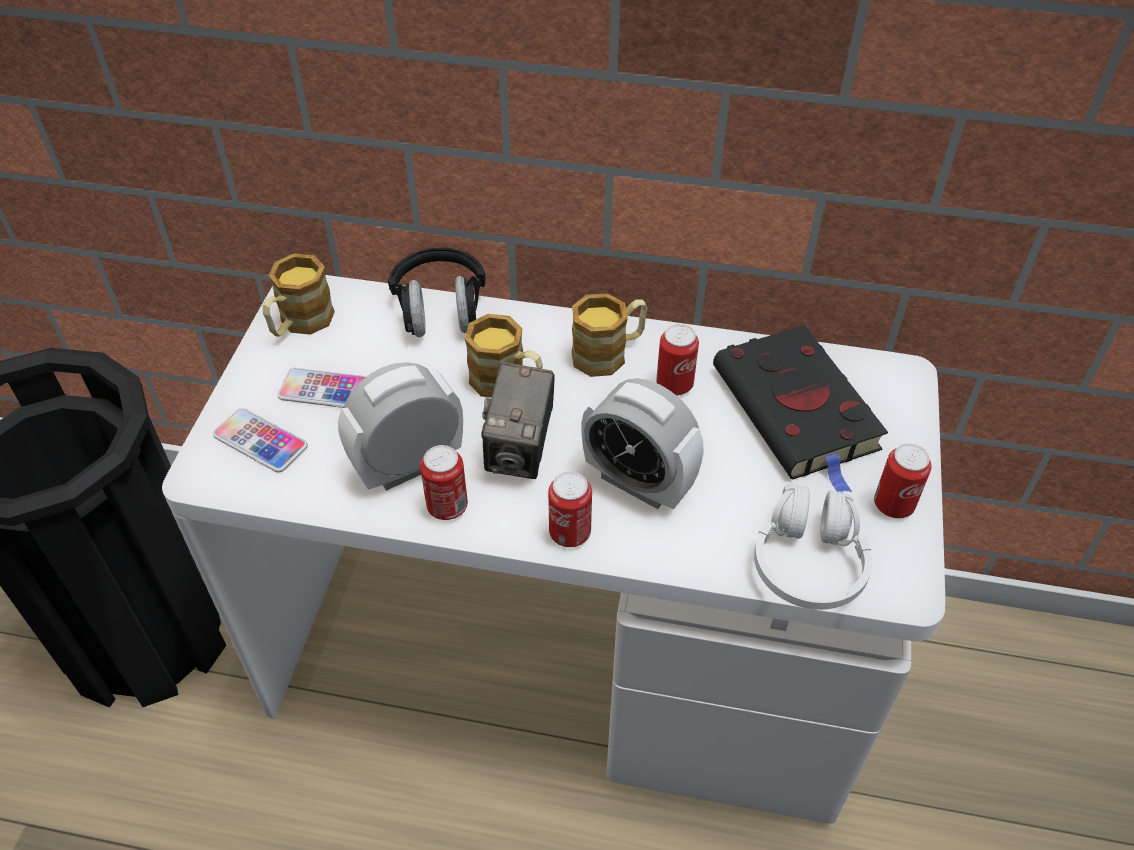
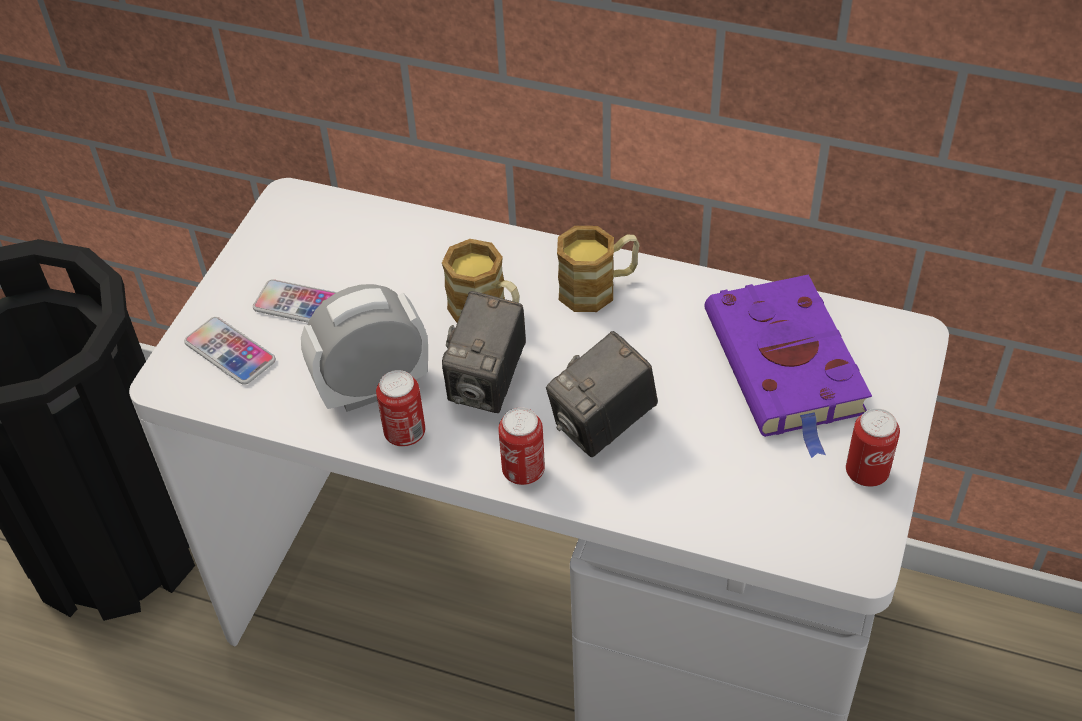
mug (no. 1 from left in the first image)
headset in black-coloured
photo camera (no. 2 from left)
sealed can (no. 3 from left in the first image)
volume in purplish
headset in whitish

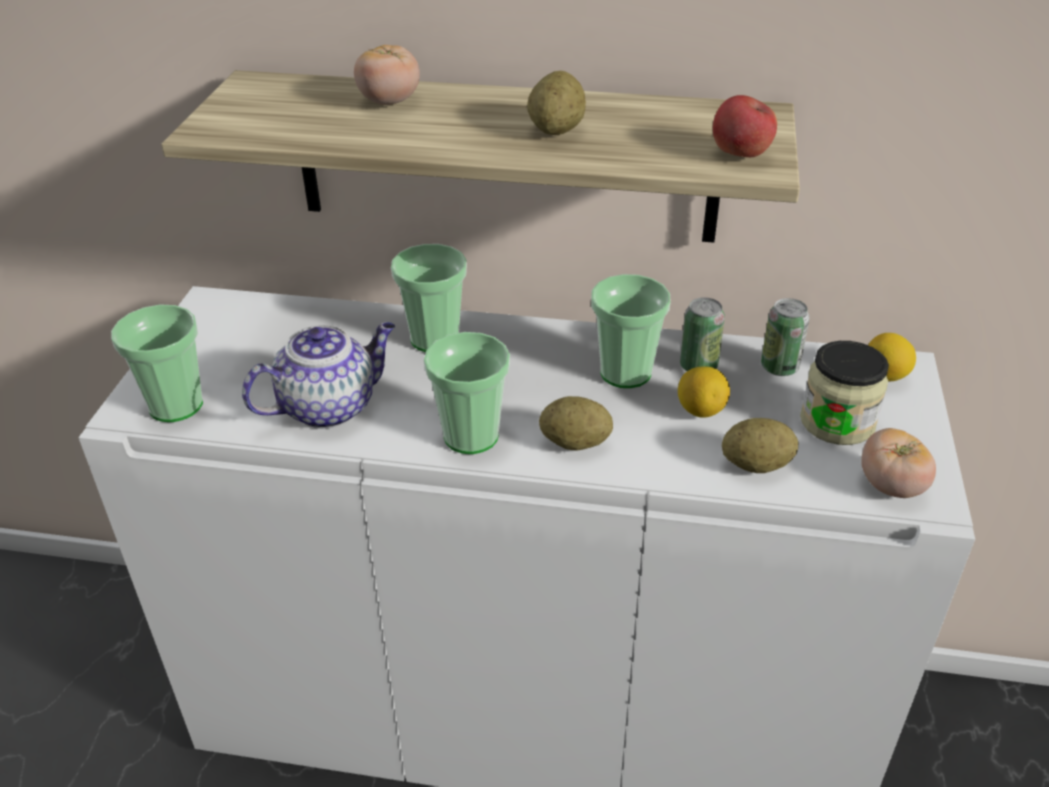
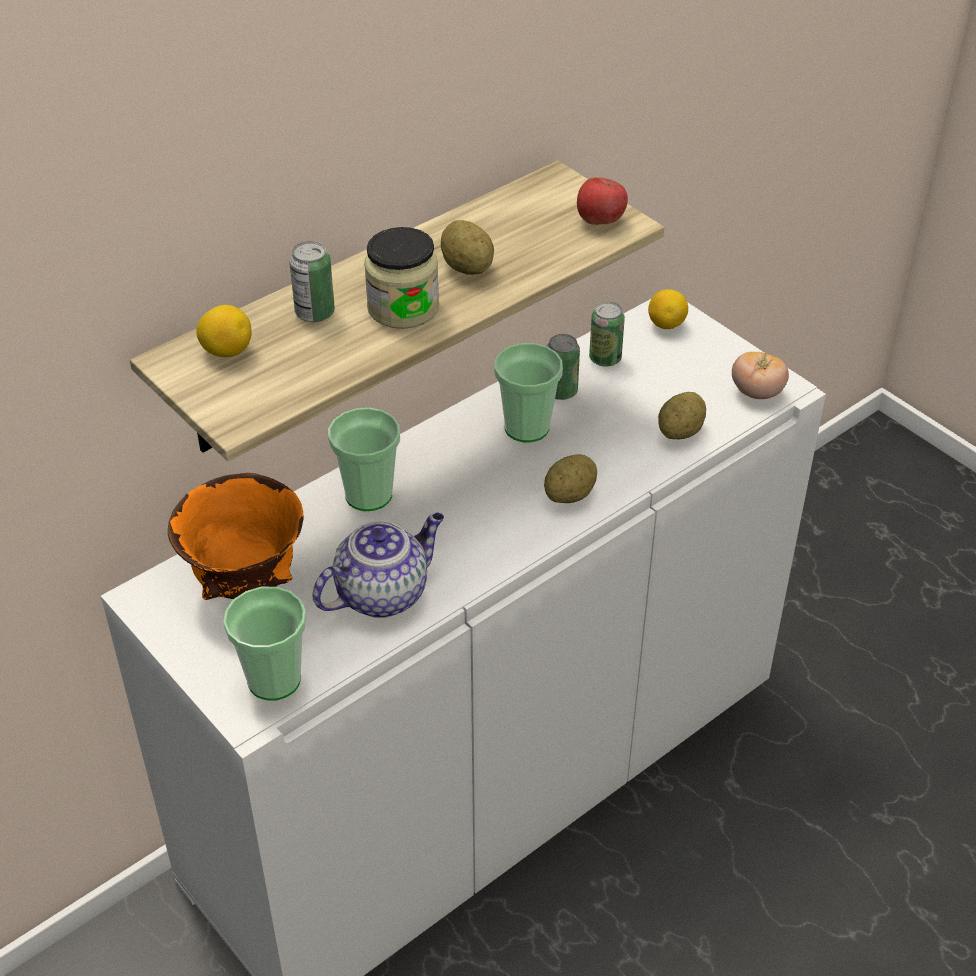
tea pot
sealed can (no. 1 from left)
cup (no. 3 from left in the first image)
lemon (no. 1 from left)
storage jar
deep dish in orangey

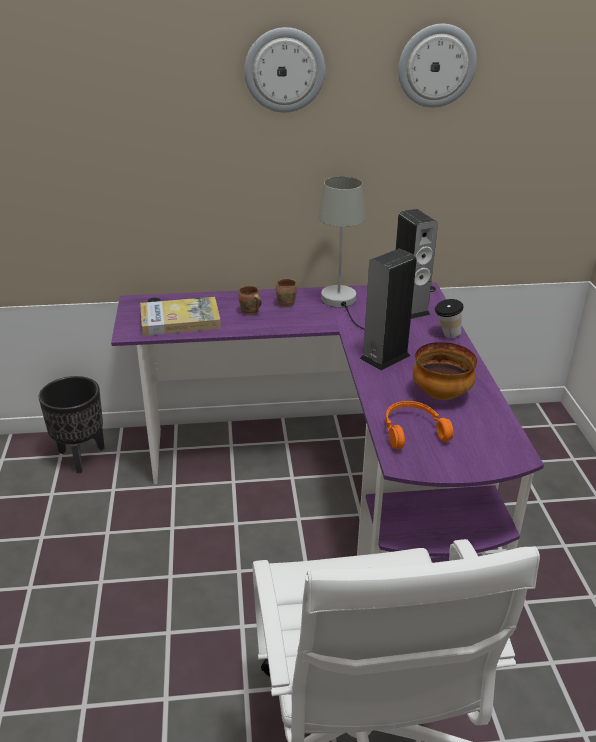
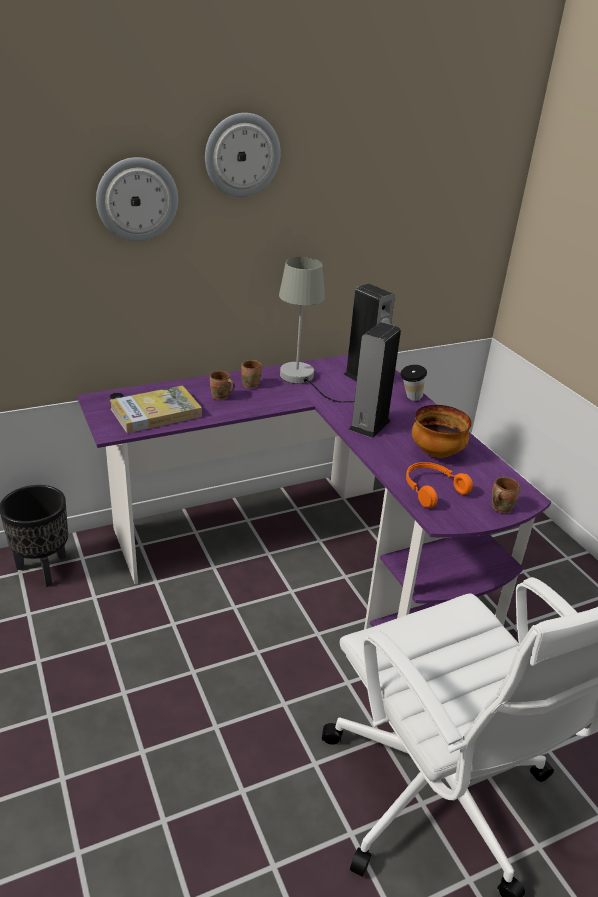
hanging clock (no. 1 from left)
mug in brownish (no. 3 from left)

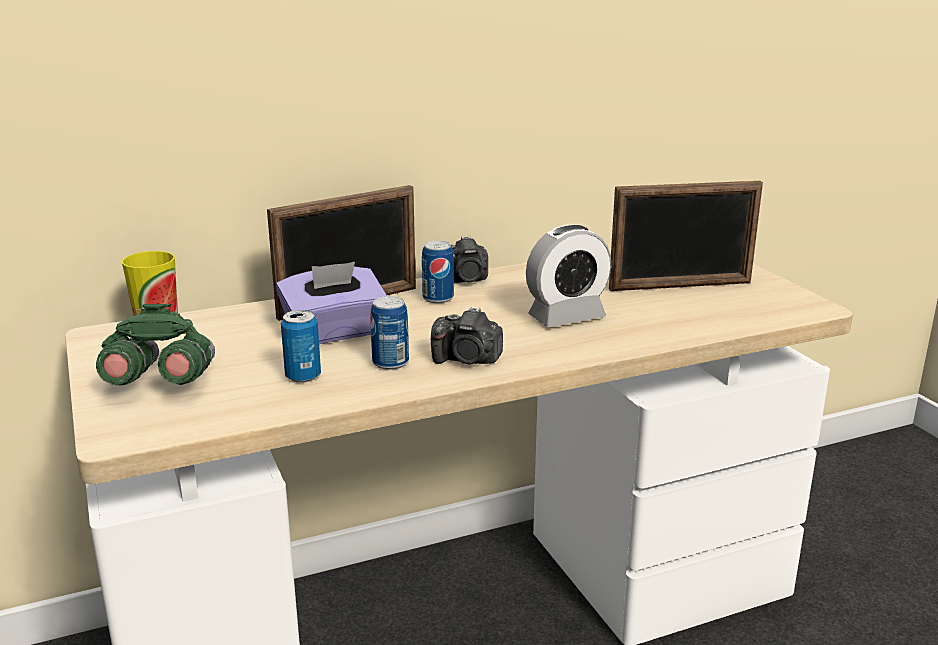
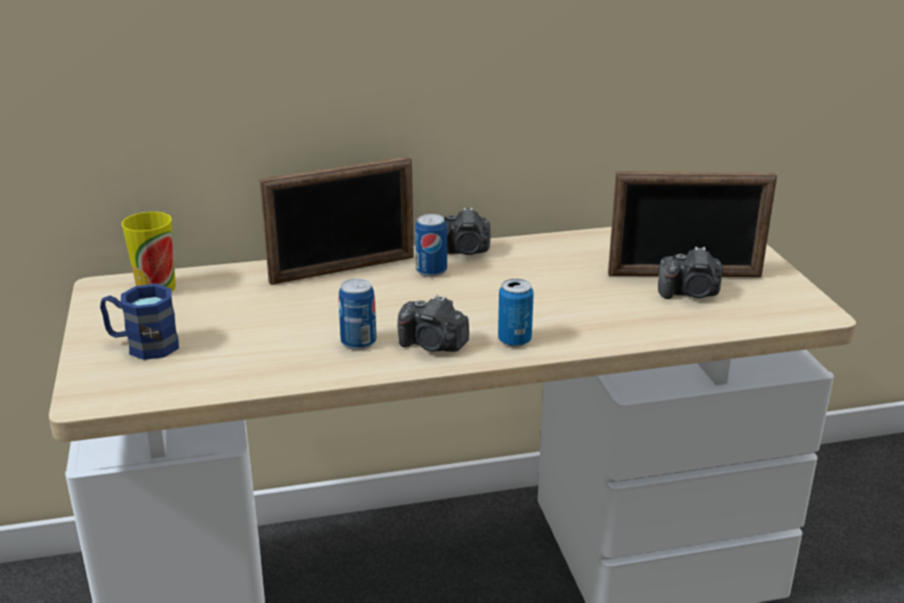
mug in blue
tissue holder in purplish
sealed can (no. 3 from left)
table clock
photo camera (no. 3 from left)

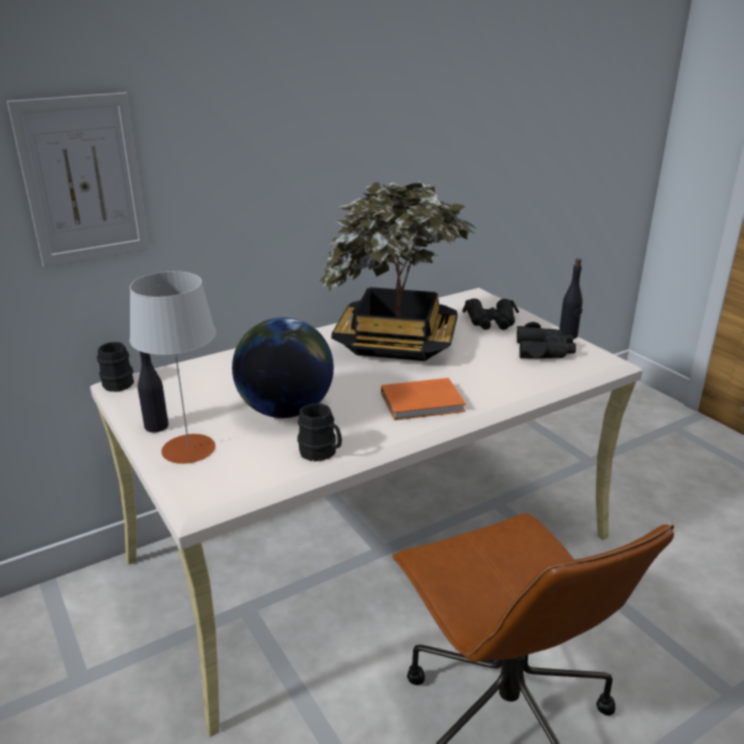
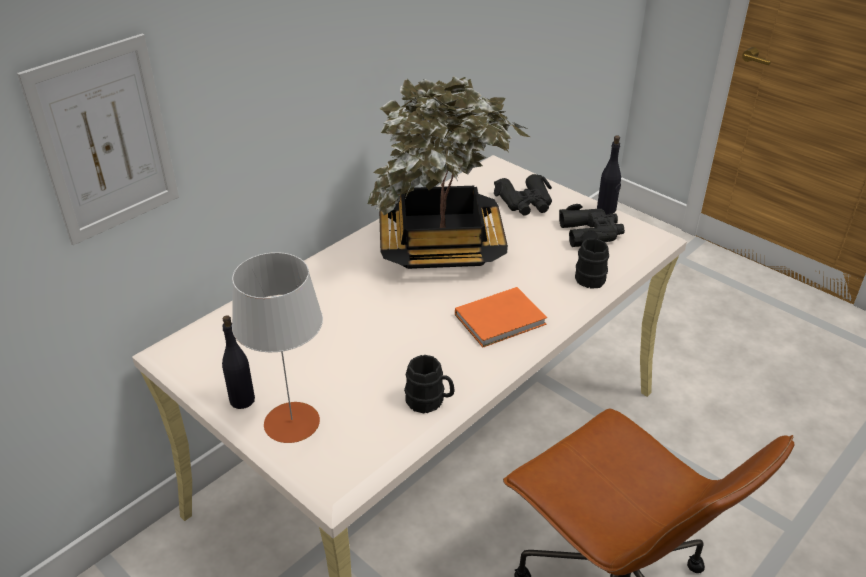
mug in black-coloured (no. 2 from left)
desk globe

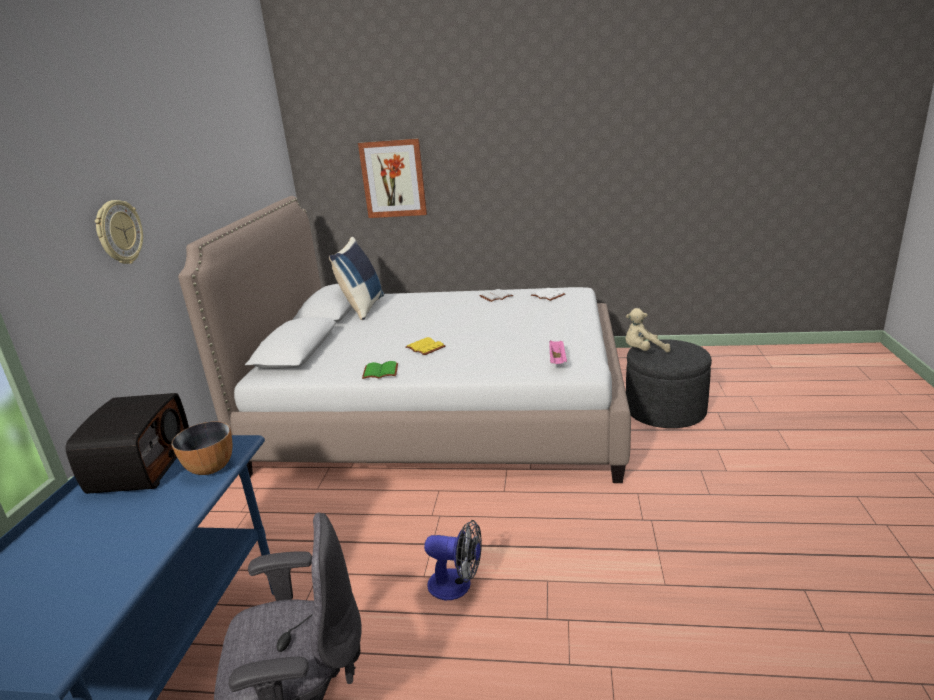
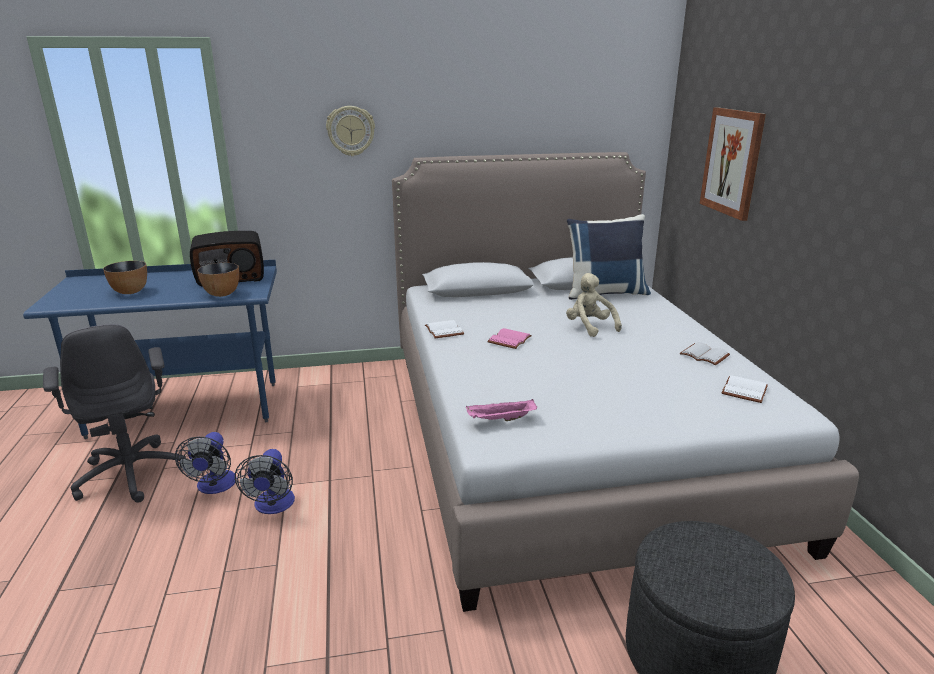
volume in whitish (no. 1 from left)
volume in pink
cuddly toy in beige-coloured
deep dish (no. 1 from left)
electric fan (no. 1 from left)

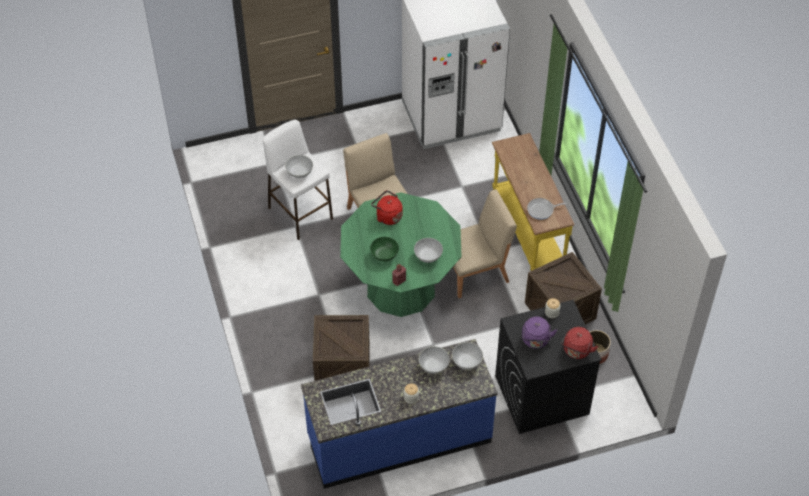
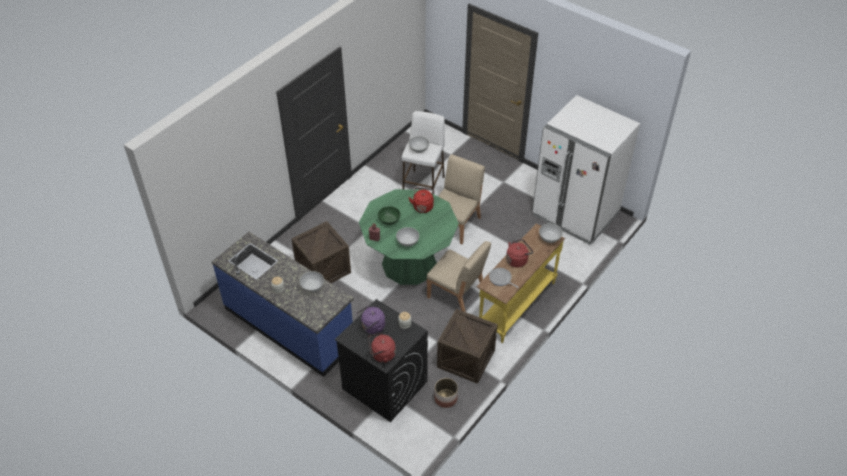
deep dish in whitish (no. 4 from left)
kettle in red (no. 3 from left)

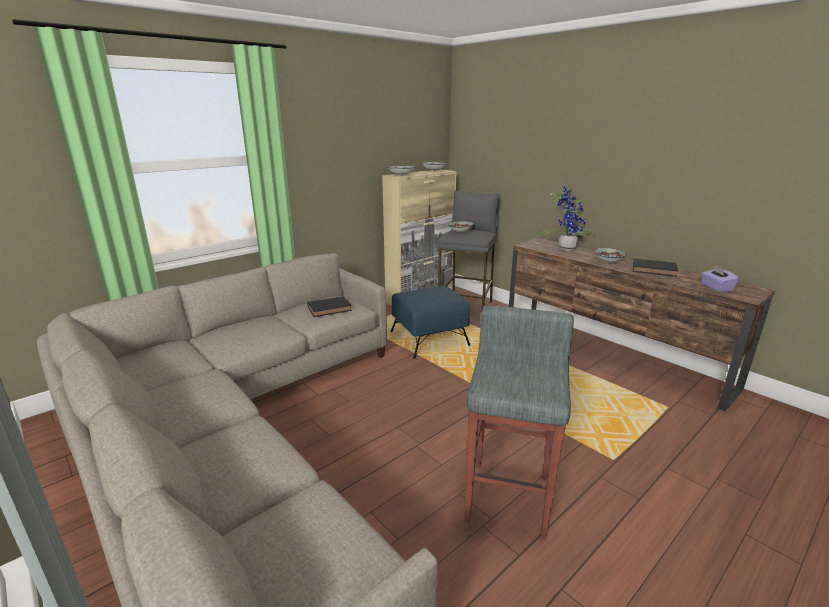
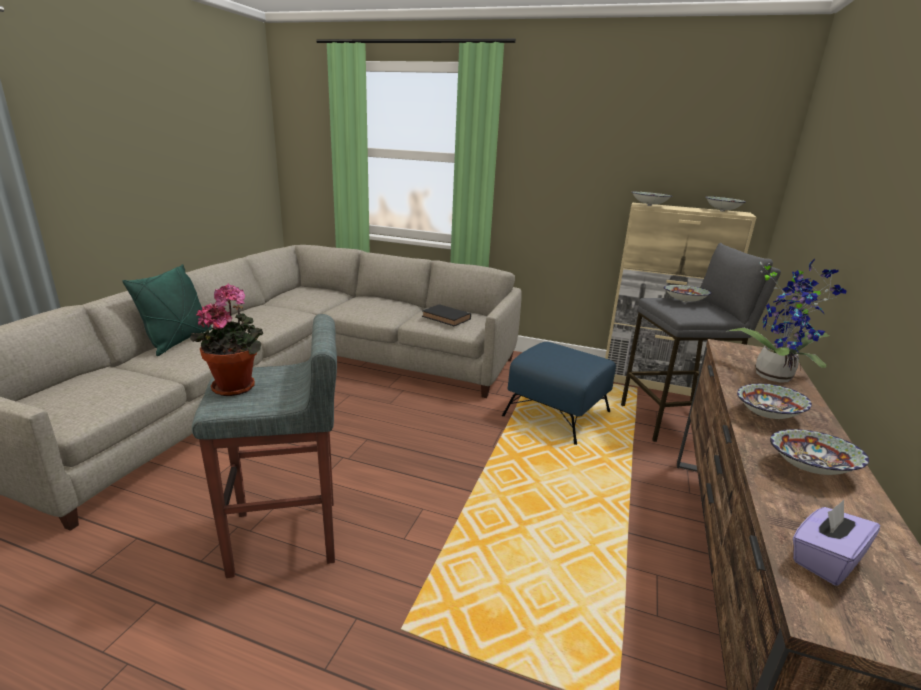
deep dish (no. 5 from left)
throw pillow in green-coloured
houseplant (no. 1 from left)

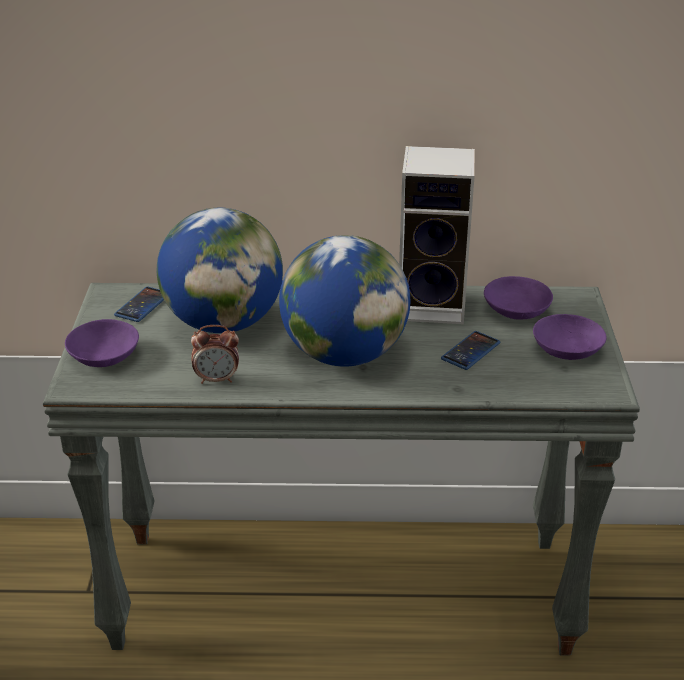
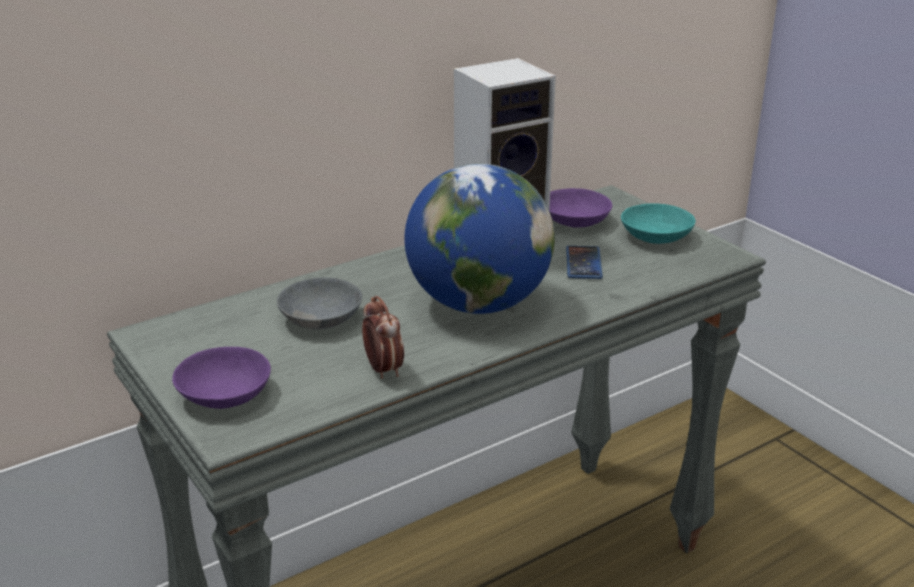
phone (no. 1 from left in the first image)
deep dish in gray
table clock
deep dish in turquoise-coloured

